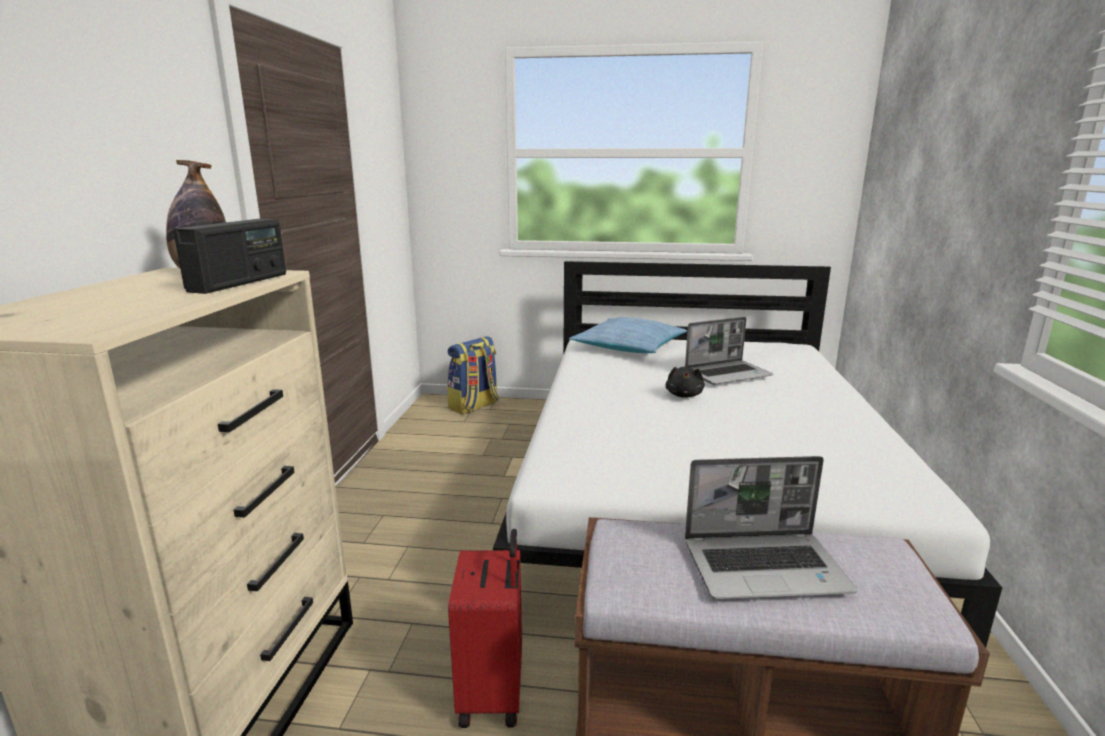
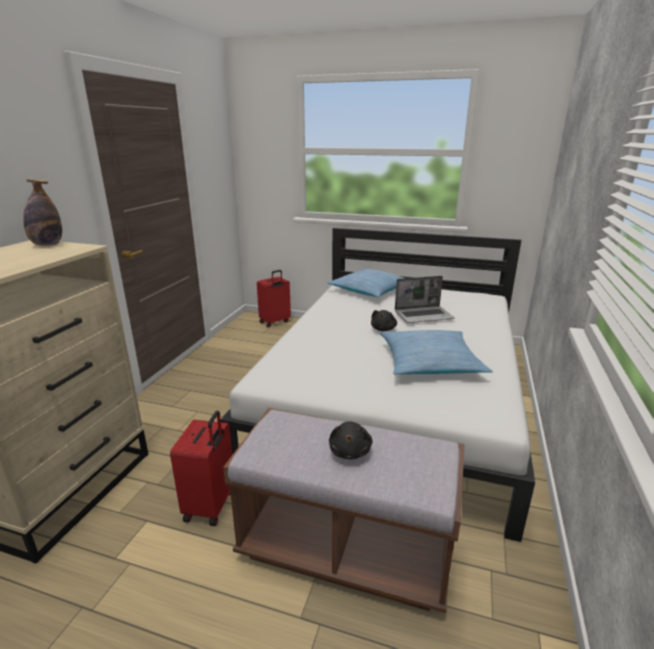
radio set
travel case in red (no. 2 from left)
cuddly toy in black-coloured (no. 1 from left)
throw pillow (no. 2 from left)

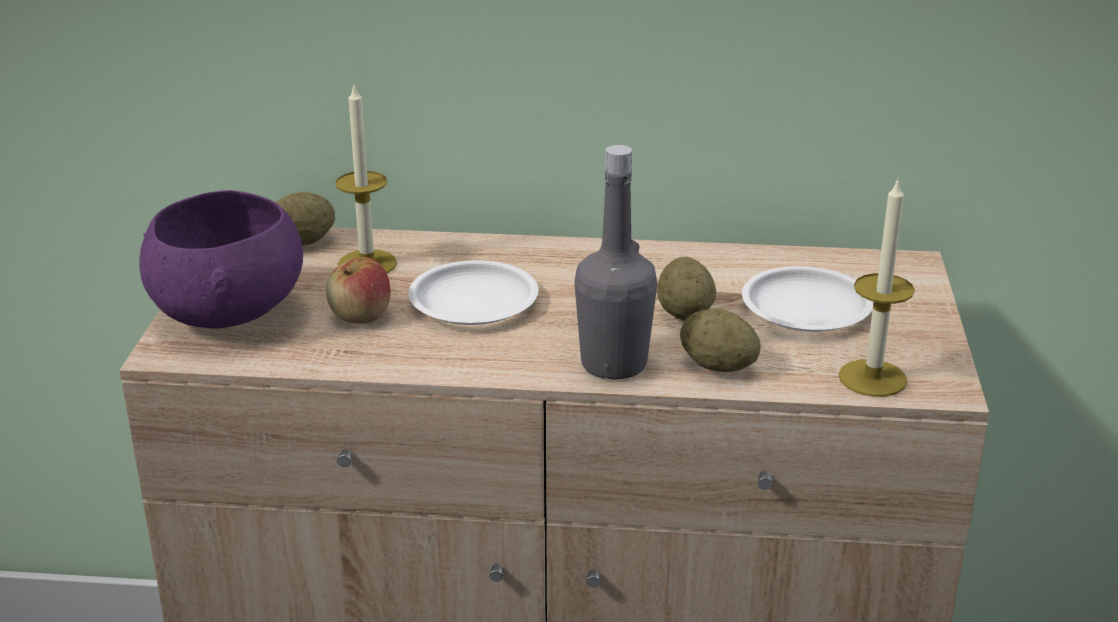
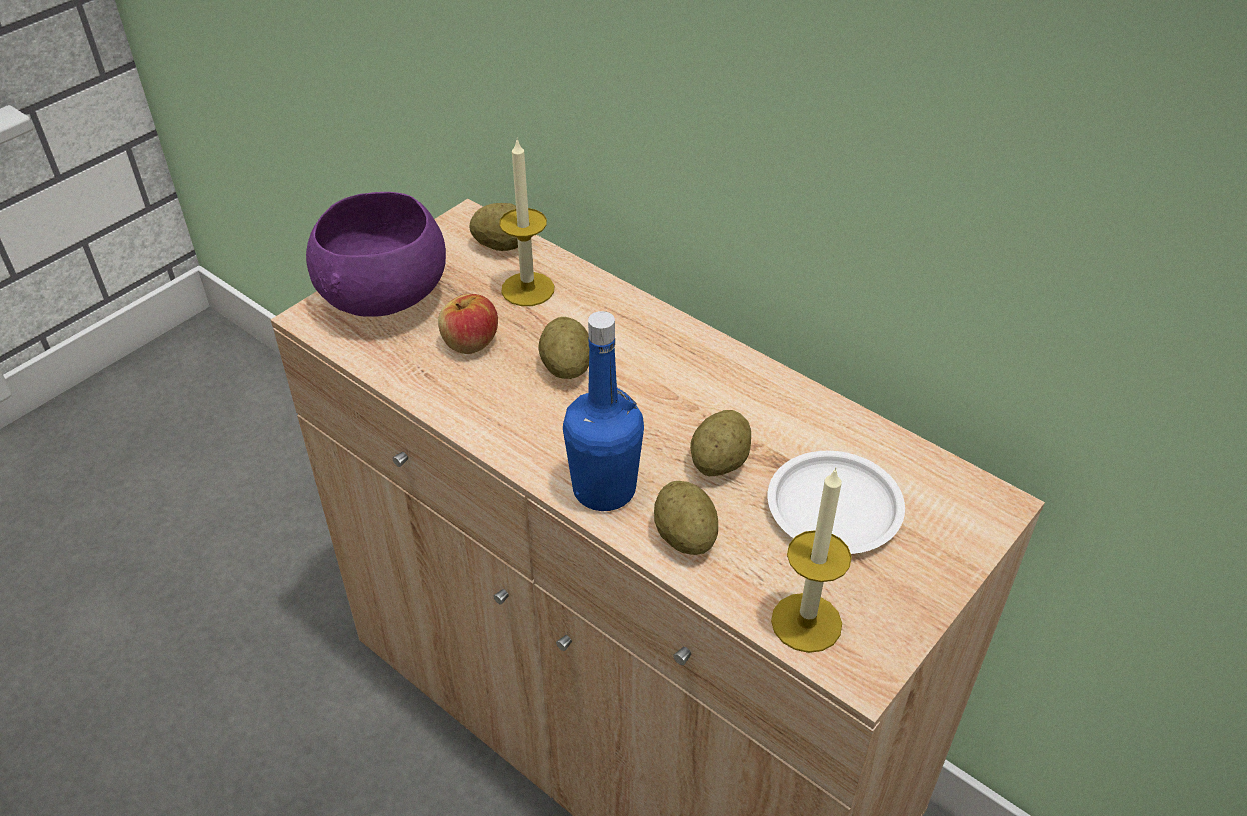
whole potato (no. 2 from left)
drink bottle in blue

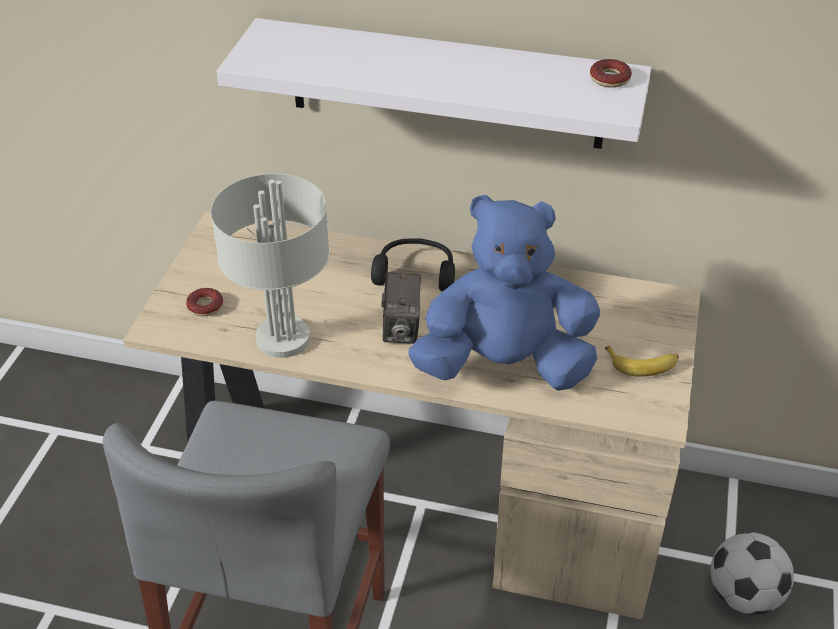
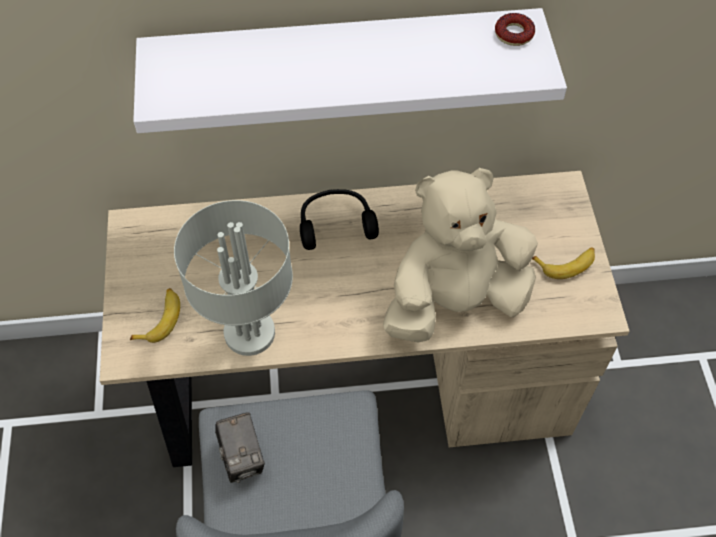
whole banana (no. 1 from left)
photo camera
cuddly toy in beige-coloured
football

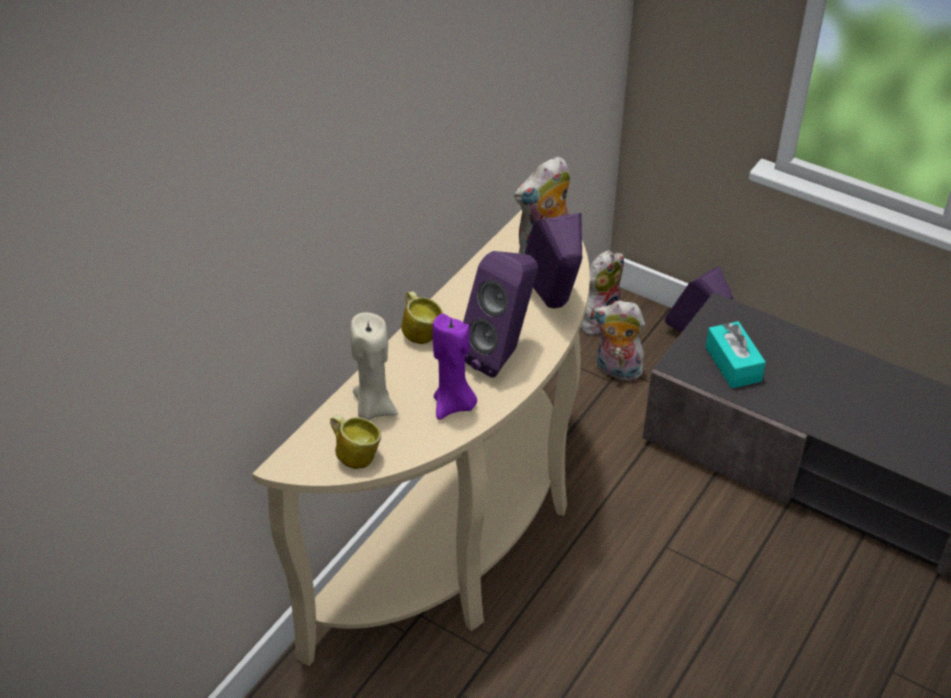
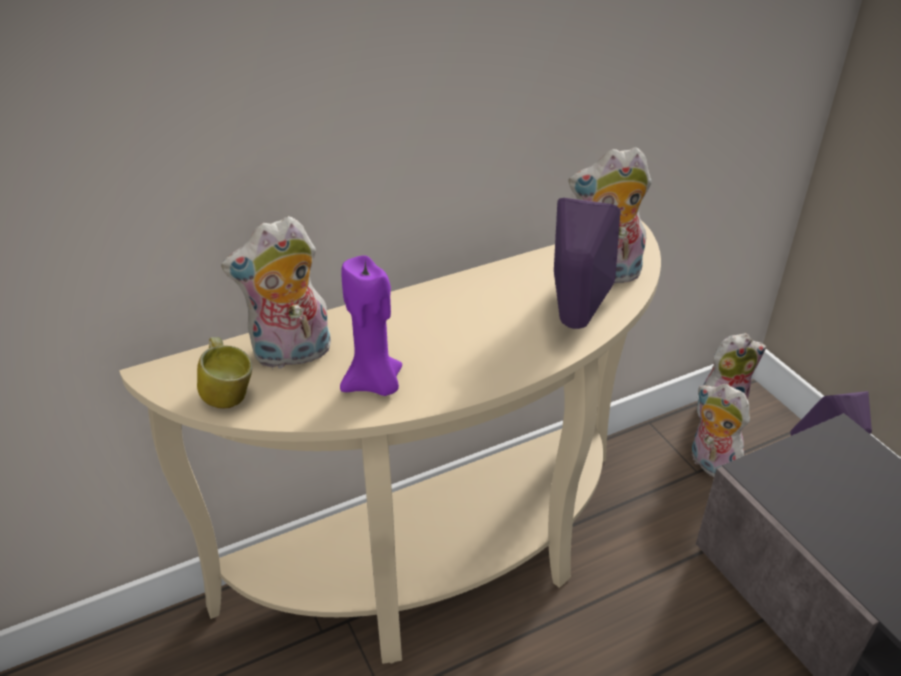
cuddly toy (no. 1 from left)
mug (no. 2 from left in the first image)
loudspeaker in purplish (no. 1 from left in the first image)
tissue holder in turquoise-coloured

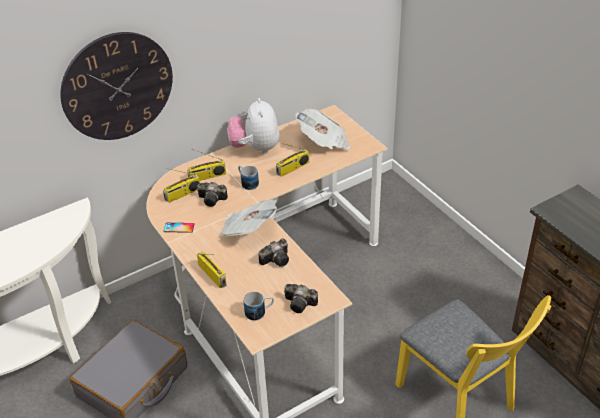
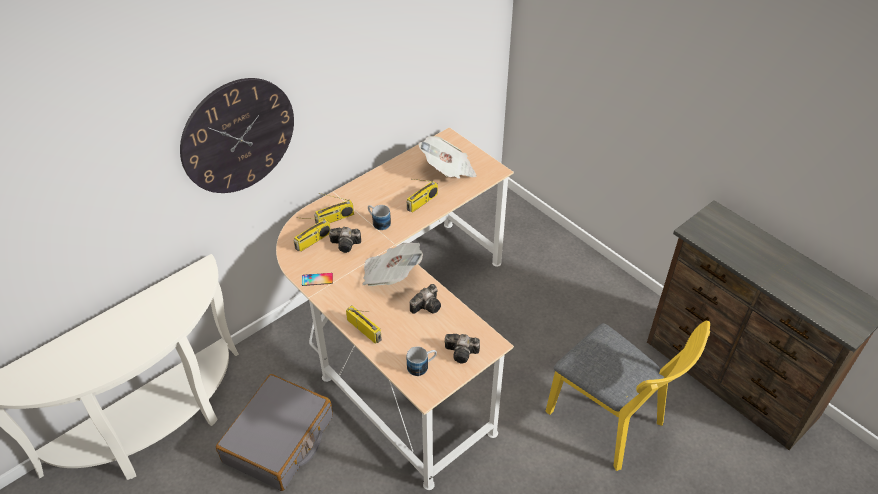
cuddly toy

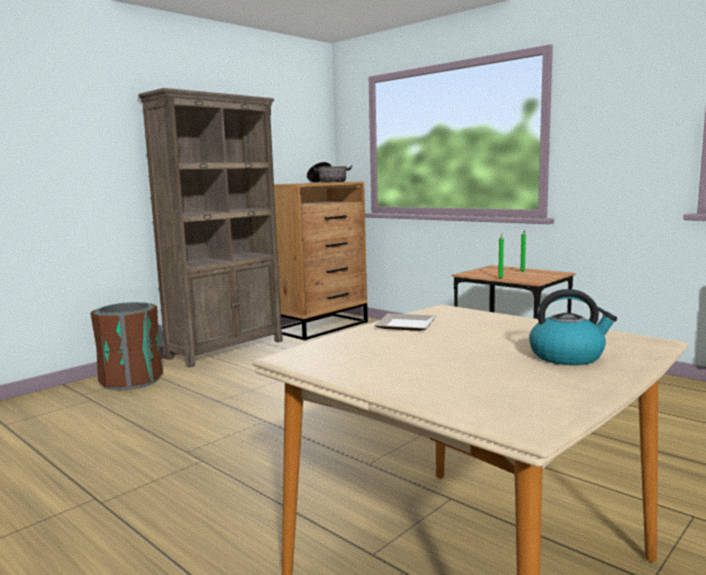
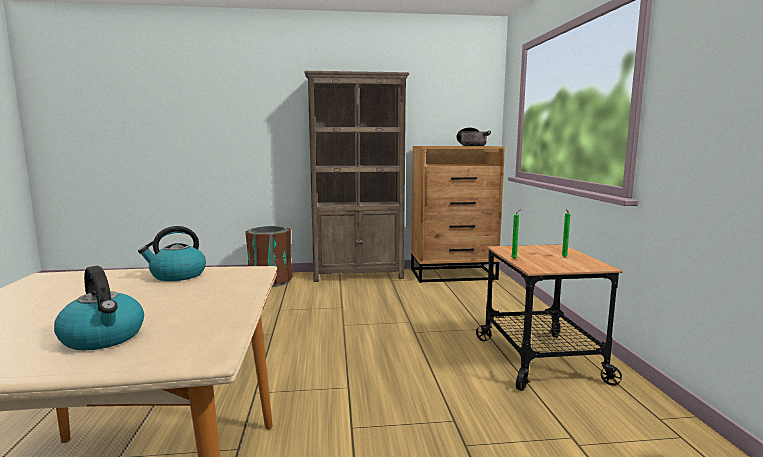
kettle (no. 2 from left)

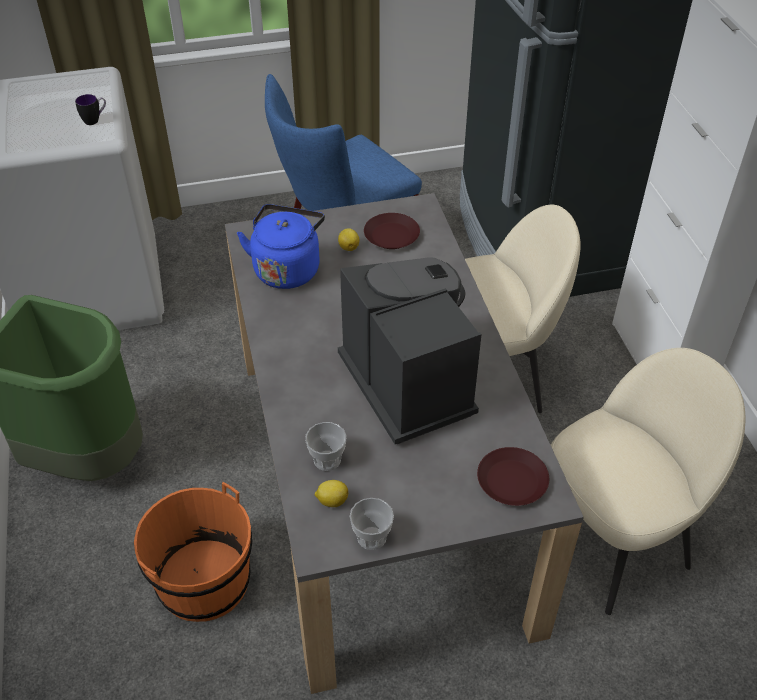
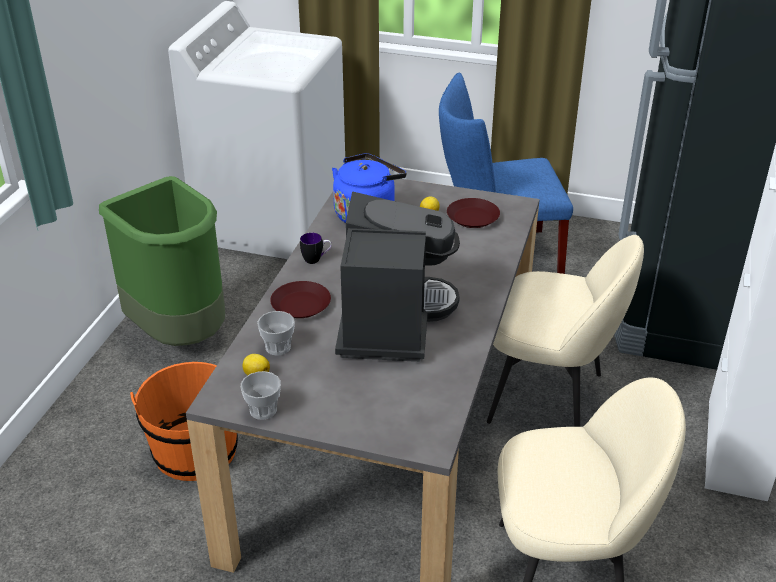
mug
flat dish in brownish (no. 1 from left)

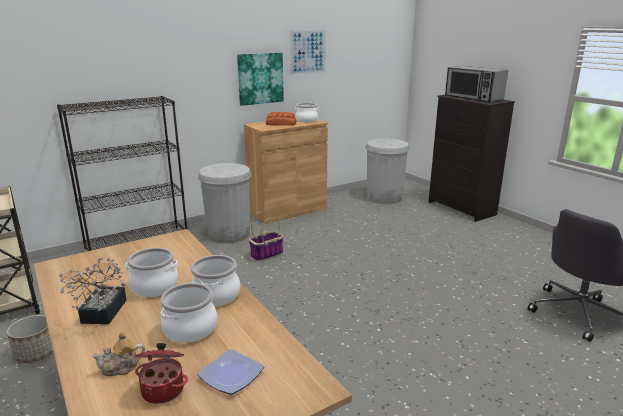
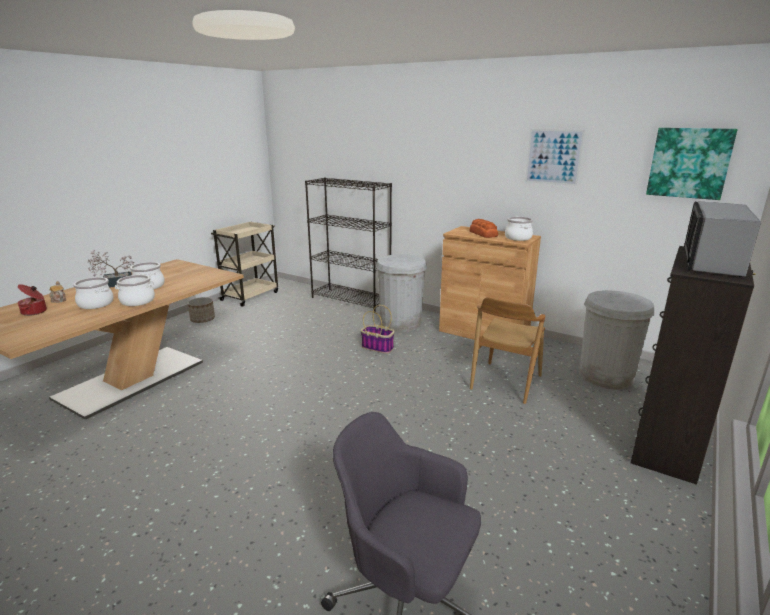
flat dish
wall picture (no. 2 from left)
upright chair in brownish

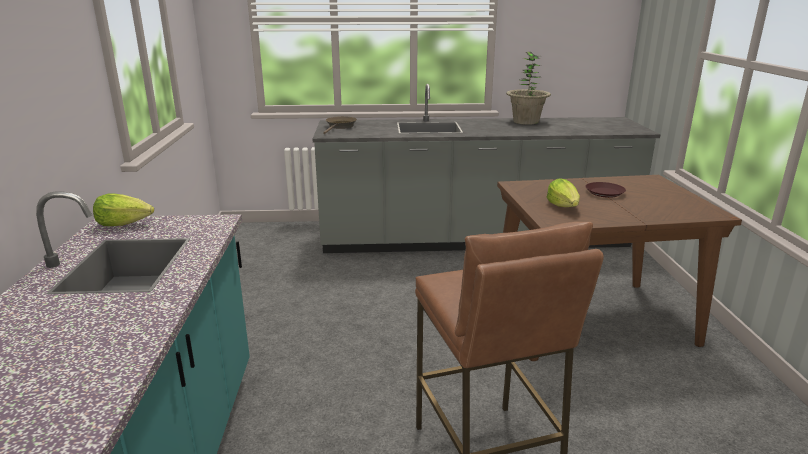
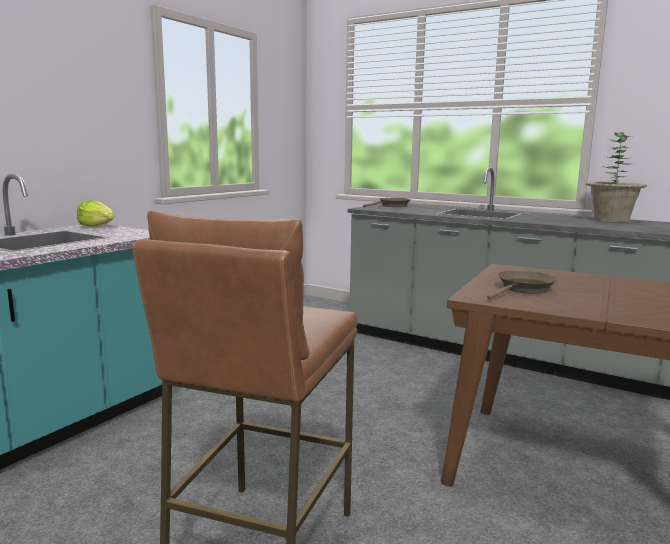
pan in brownish (no. 2 from left)
flat dish in brownish

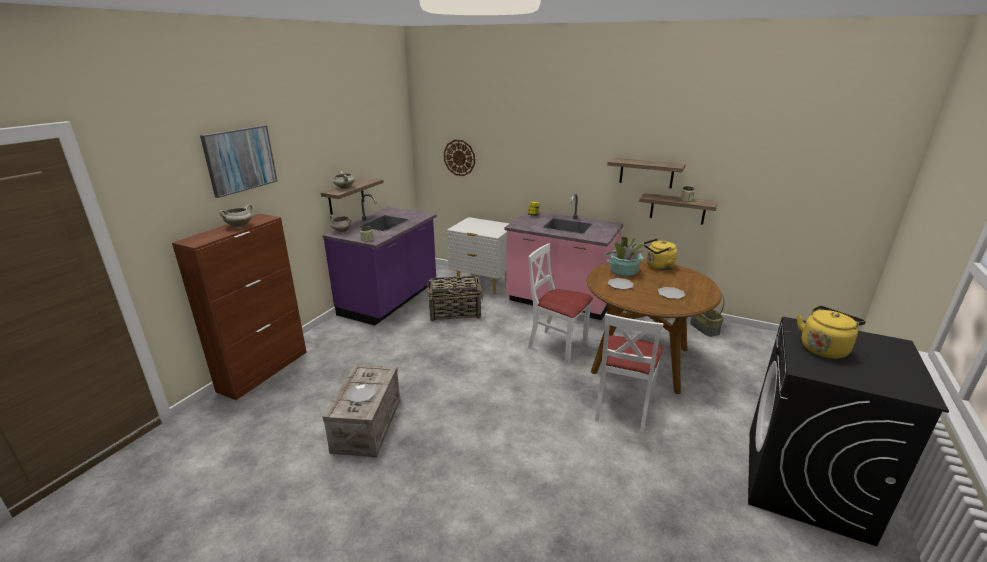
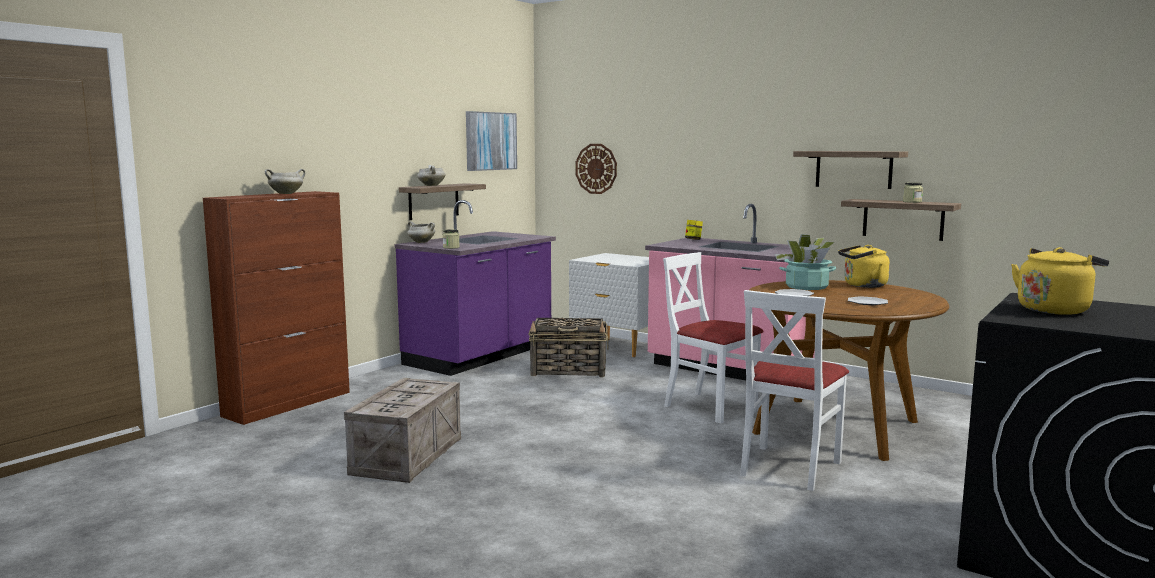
wall picture
flat dish (no. 1 from left in the first image)
storage basket (no. 2 from left in the first image)

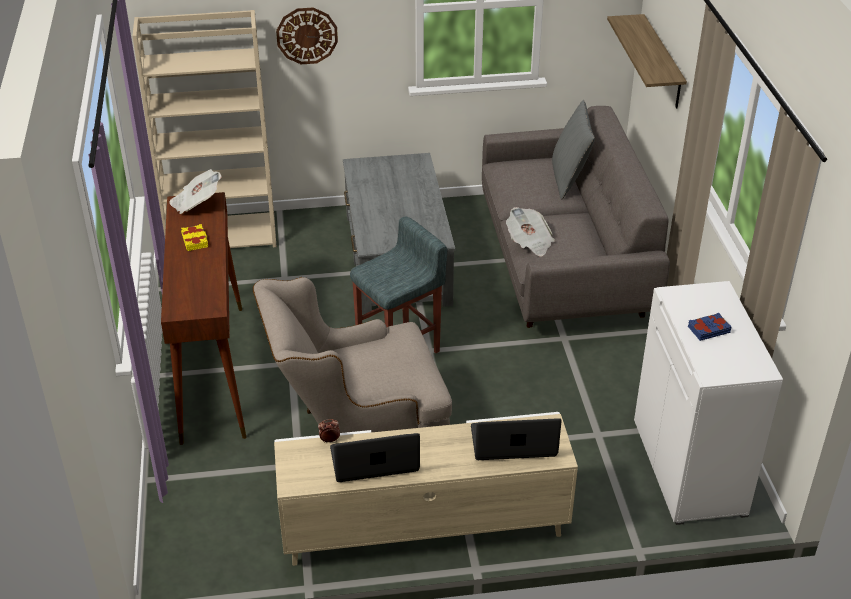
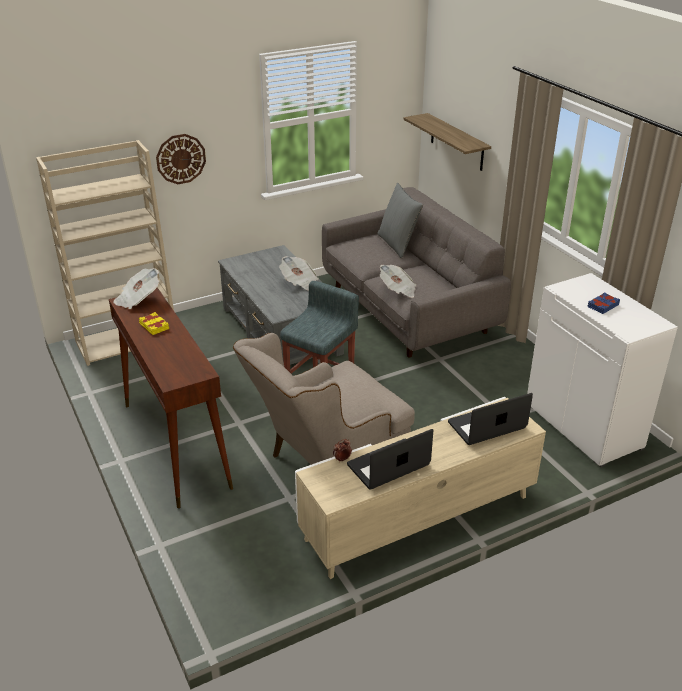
daily paper (no. 2 from left)

